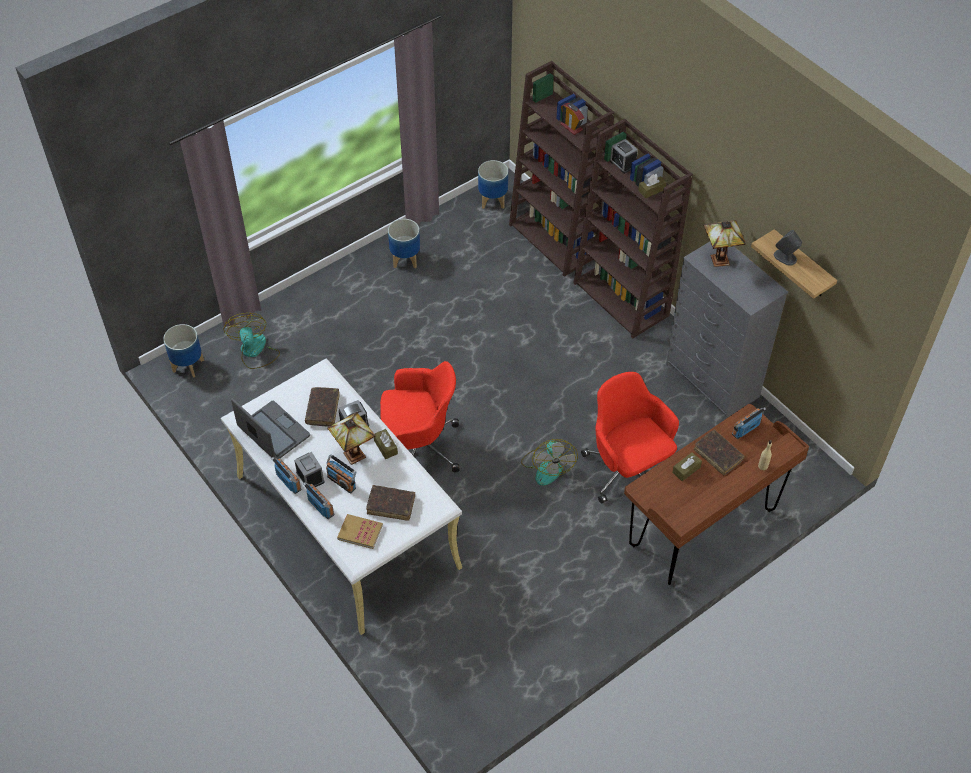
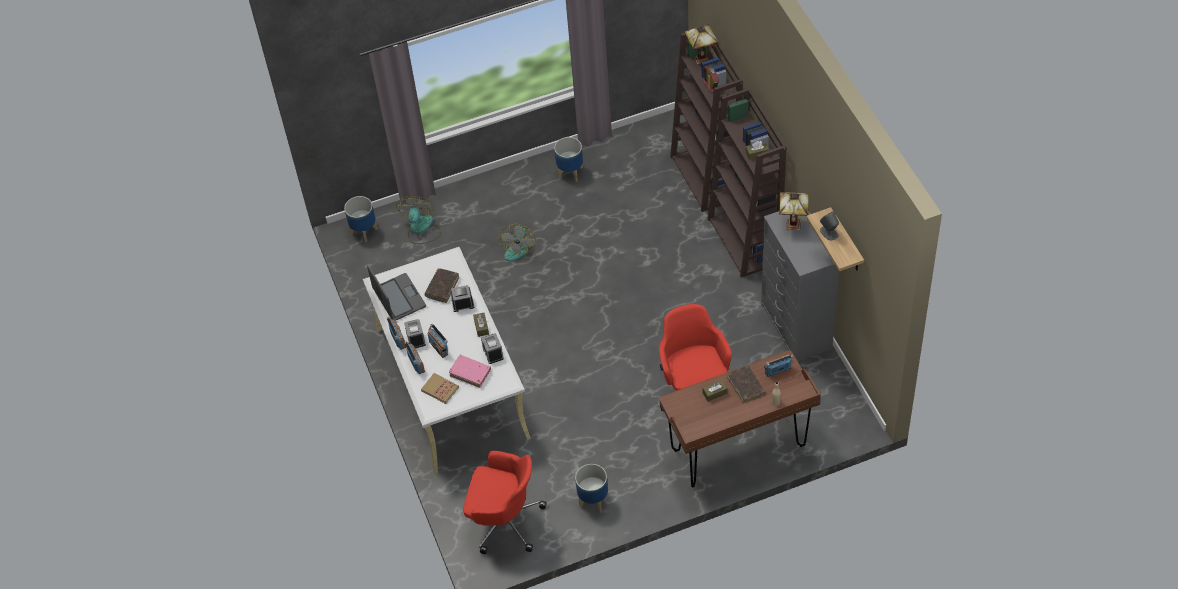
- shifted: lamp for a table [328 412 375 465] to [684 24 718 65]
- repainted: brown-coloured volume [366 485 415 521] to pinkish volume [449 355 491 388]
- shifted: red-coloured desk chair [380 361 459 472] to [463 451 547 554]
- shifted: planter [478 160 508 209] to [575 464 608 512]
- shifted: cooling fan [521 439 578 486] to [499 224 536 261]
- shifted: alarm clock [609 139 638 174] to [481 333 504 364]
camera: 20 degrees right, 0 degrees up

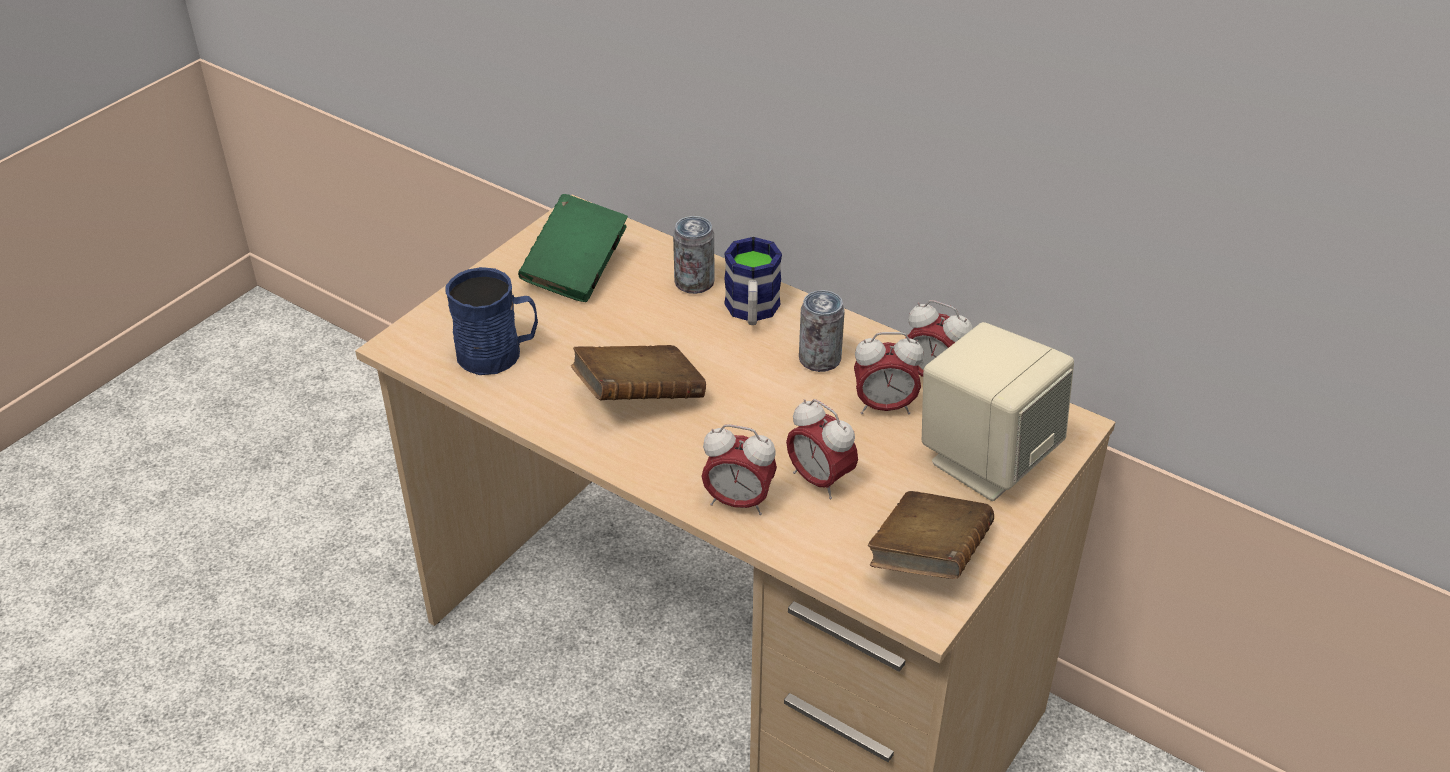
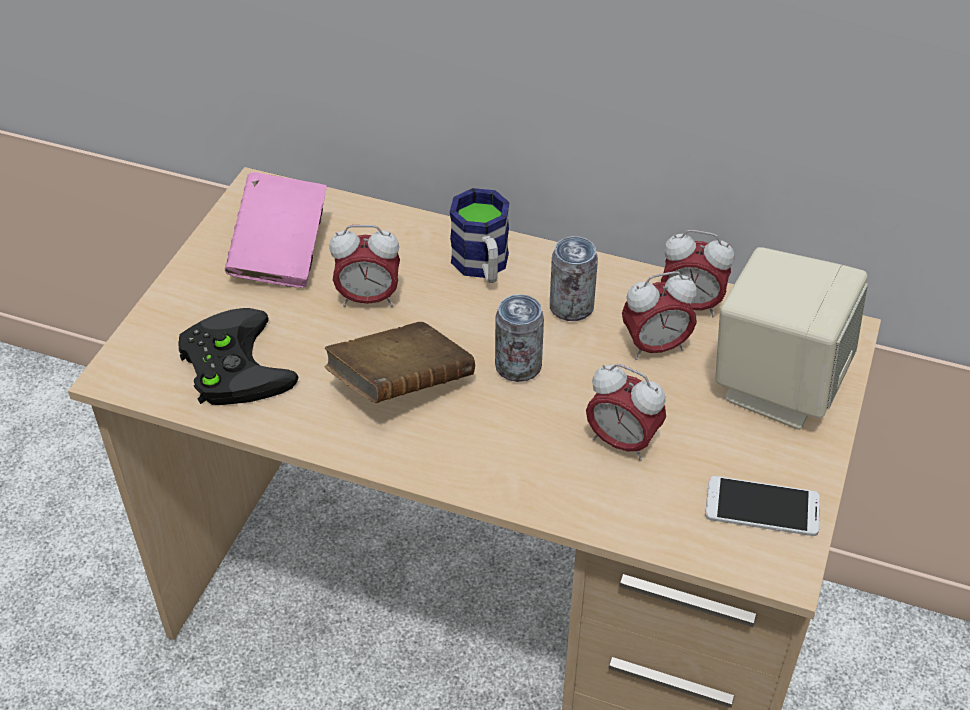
- swapped: blue coffee mug [445 267 538 375] to blackish joypad [178 308 298 405]
- repainted: greenish volume [518 194 628 302] to pinkish volume [225 172 327 288]
- shifted: sealed can [673 216 715 294] to [495 294 544 382]
- shifted: alarm clock [701 424 777 515] to [329 225 400 307]
- swapped: brown-coloured volume [868 491 994 579] to phone [705 476 820 536]
camera: 15 degrees left, 5 degrees up

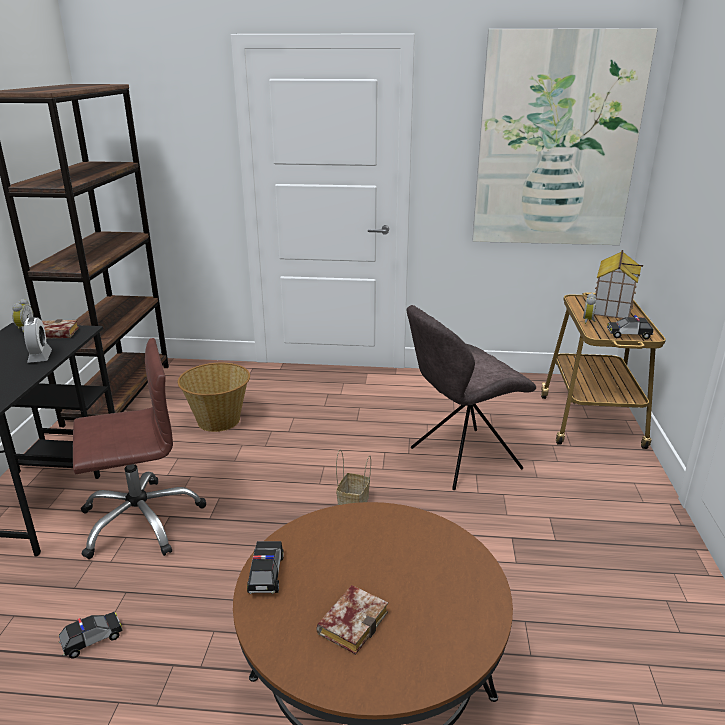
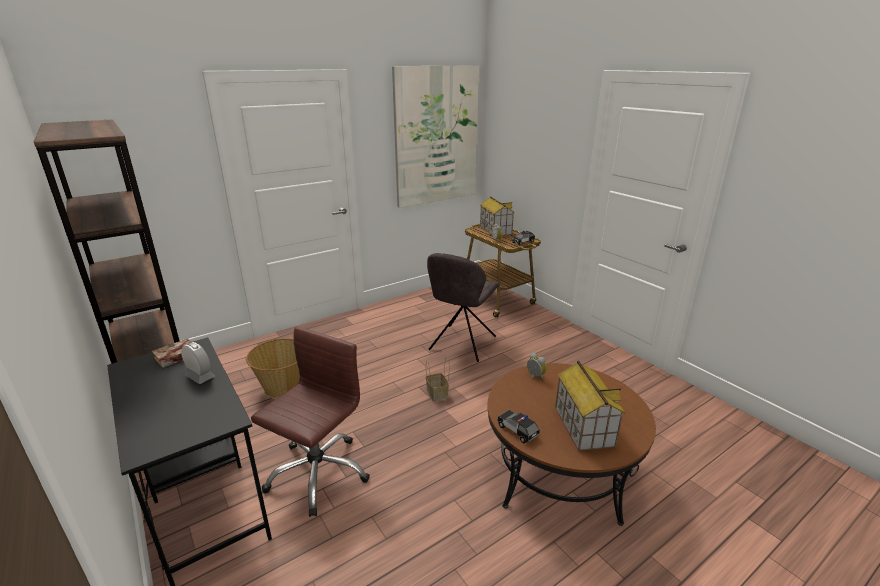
- shifted: alarm clock [12 299 34 332] to [527 353 547 379]
- gone: model car [59 612 123 659]
- swapped: volume [317 585 388 655] to miniature house [555 361 625 451]
camera: 40 degrees left, 0 degrees up

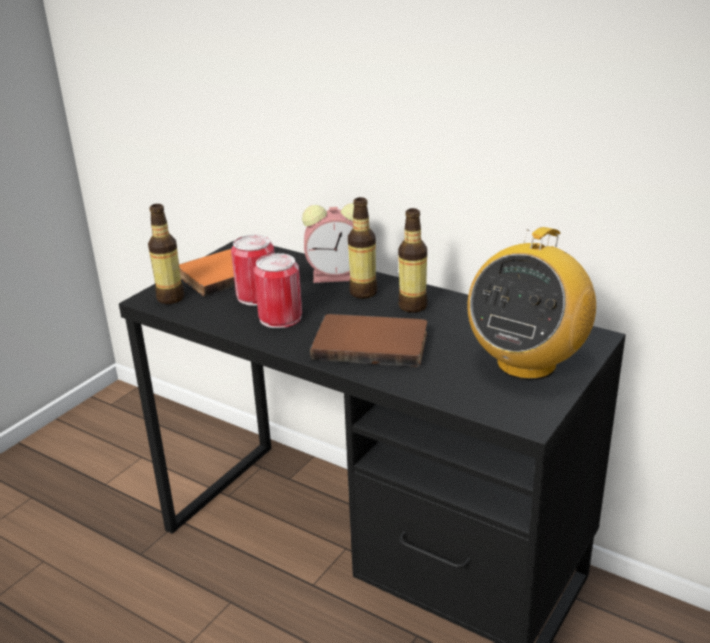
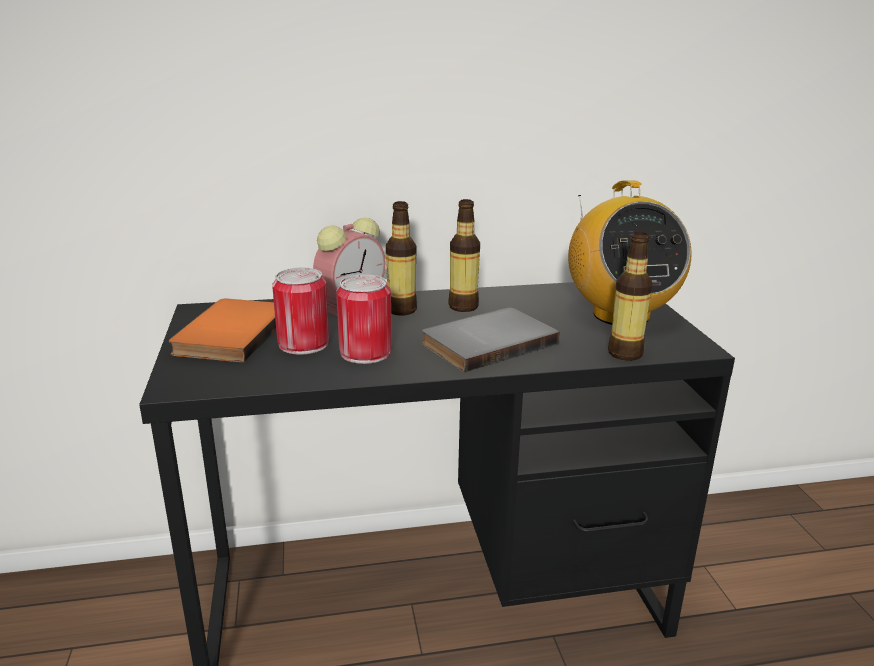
- shifted: bottle [148 204 184 304] to [608 232 653 361]
- repainted: brown-coloured volume [310 314 427 367] to greyish volume [422 307 560 372]
camera: 45 degrees left, 5 degrees down

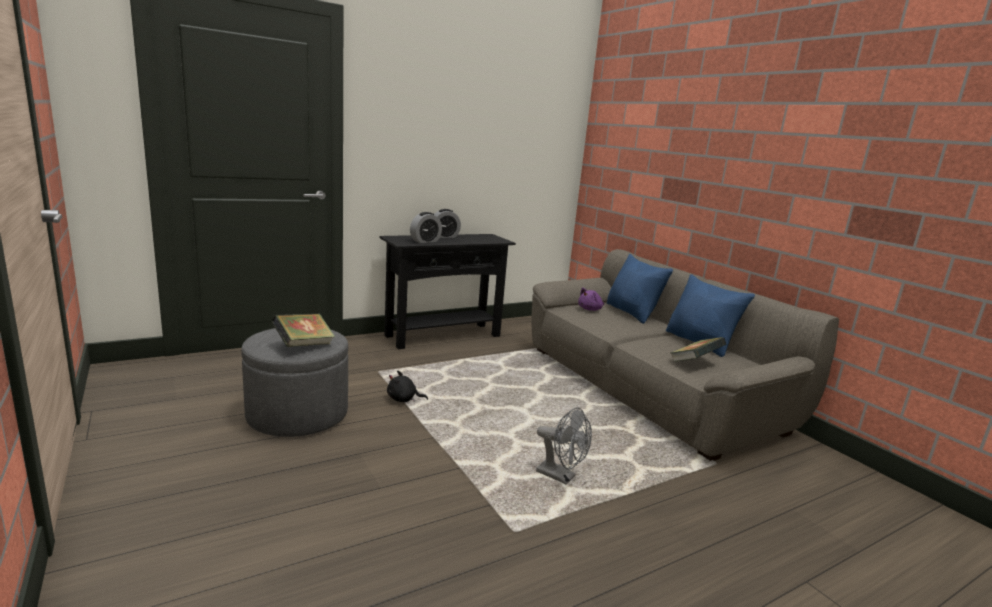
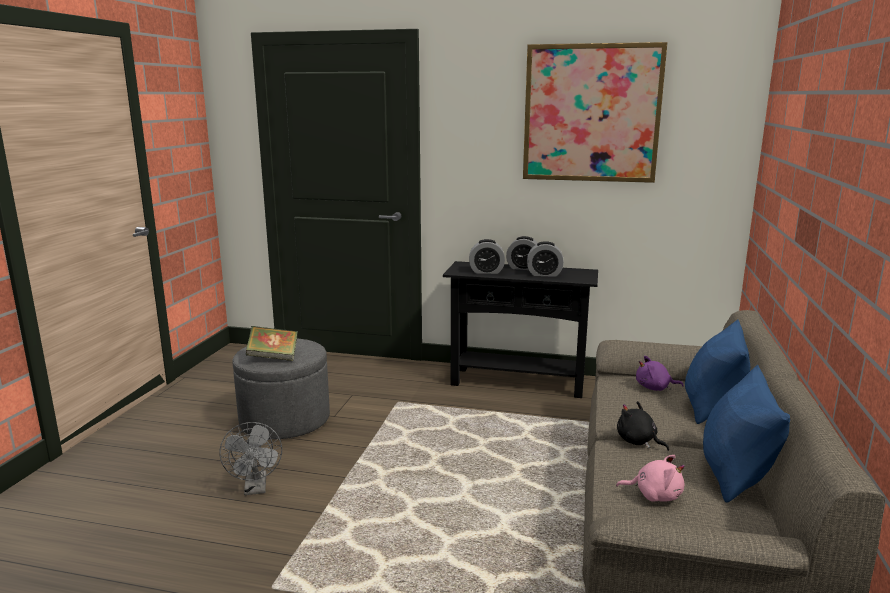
- shifted: blackish plush toy [387 371 428 402] to [617 401 669 451]
- shifted: greyish cooling fan [536 407 592 484] to [219 422 282 495]
- swapped: volume [671 337 727 362] to pinkish plush toy [616 455 685 502]
- new: wall art [523 42 668 183]
- new: alarm clock [527 241 564 277]
camera: 45 degrees right, 0 degrees up

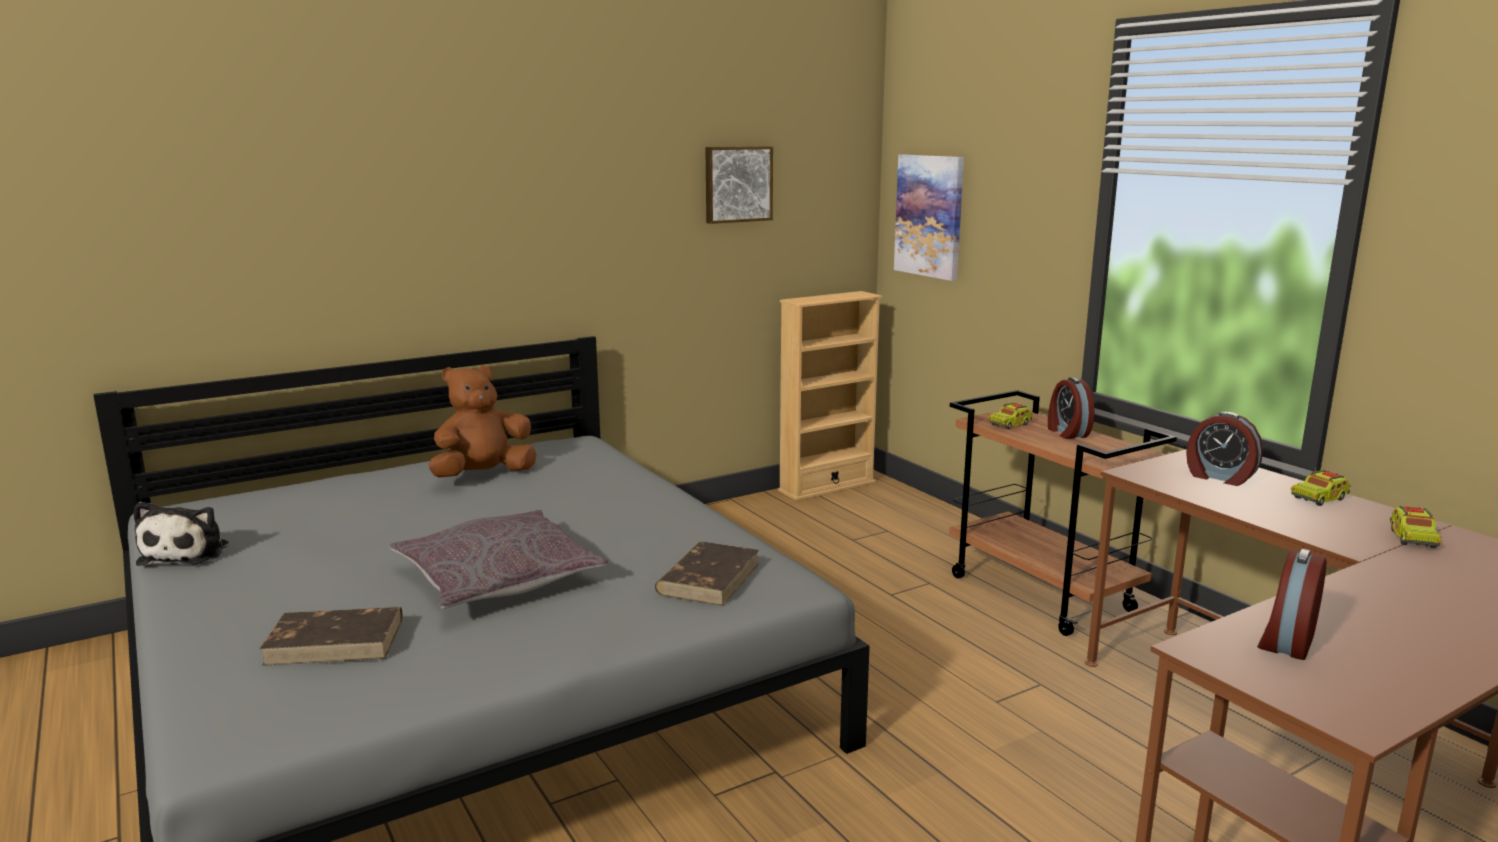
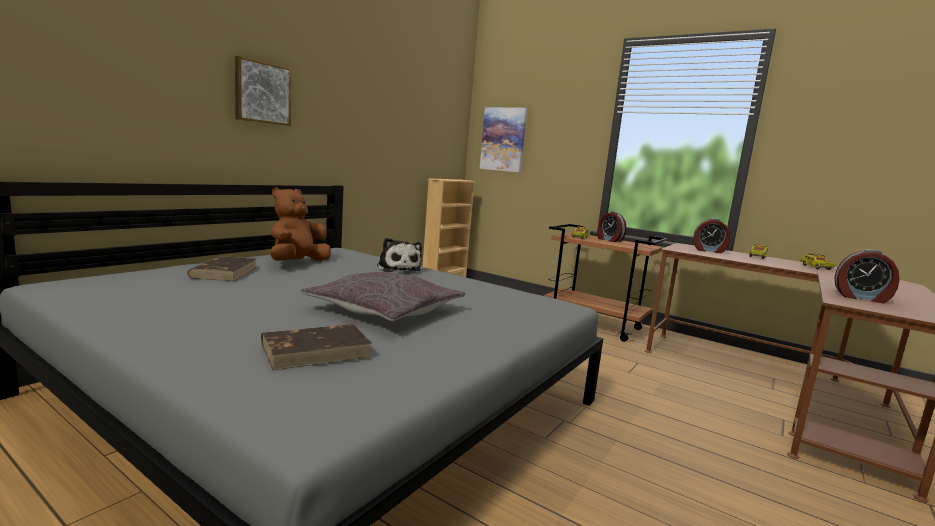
- shifted: plush toy [133 501 229 566] to [377 238 422 272]
- shifted: brown-coloured volume [655 542 759 606] to [187 256 257 281]
- shifted: wall art [705 146 773 224] to [235 56 292 126]
- rotated: alarm clock [1257 549 1327 660] = [834 249 900 303] 75 degrees counterclockwise
camera: 25 degrees left, 5 degrees down

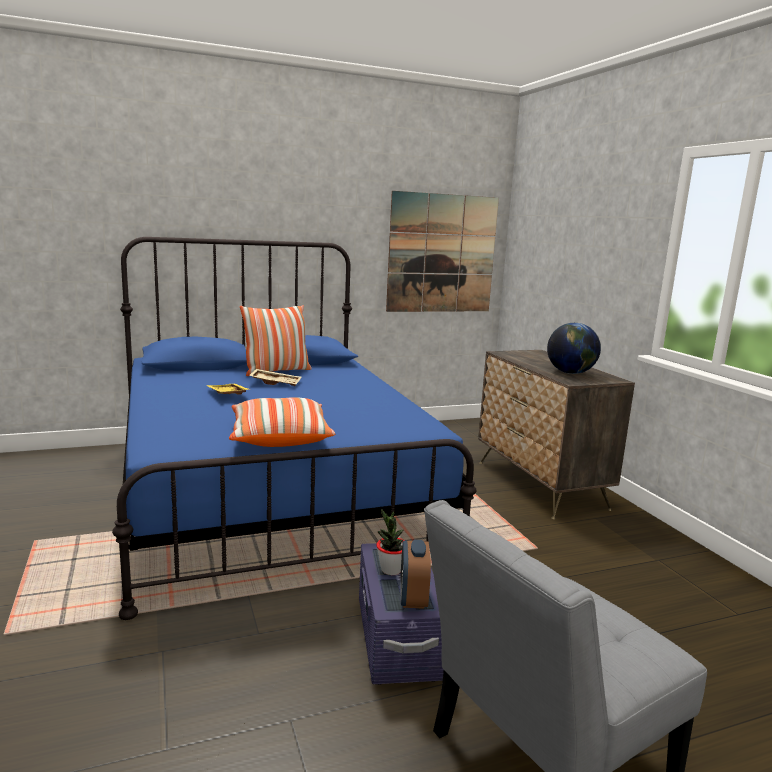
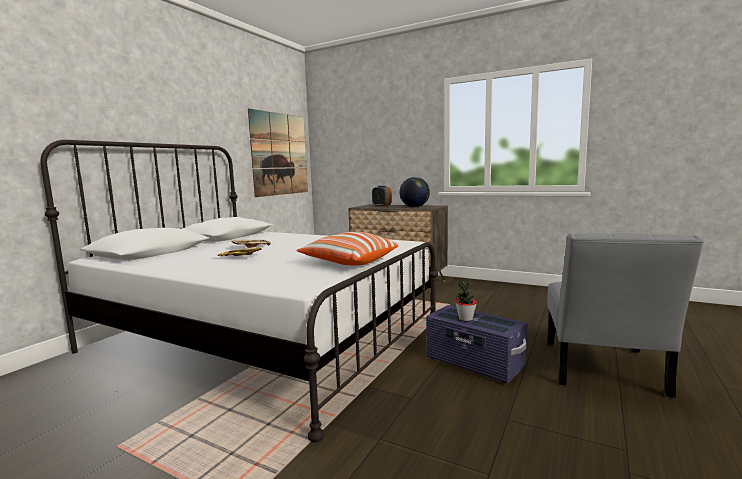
- repainted: blue bed [112 237 476 620] to white-coloured bed [40 140 438 442]
- gone: cushion [240 305 312 376]
- shifted: alarm clock [400 540 431 609] to [372 186 392 207]
camera: 40 degrees left, 5 degrees down

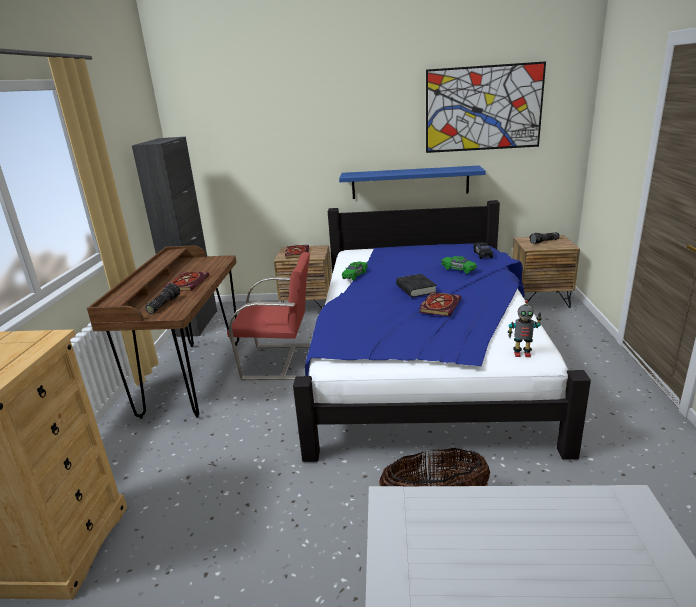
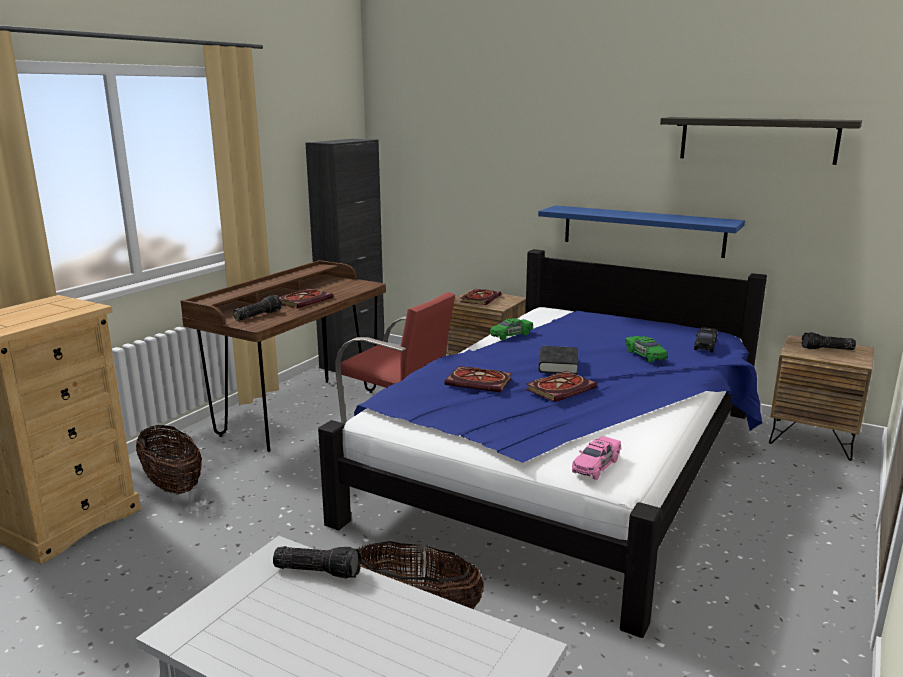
- swapped: wall art [426 61 546 153] to bracket shelf [660 117 862 165]
- swapped: robot figure [508 300 542 357] to pinkish model car [572 436 621 480]
- new: basket [136 425 202 495]
- new: hand torch [273 546 361 579]
- new: volume [445 366 512 393]
camera: 25 degrees right, 5 degrees down

